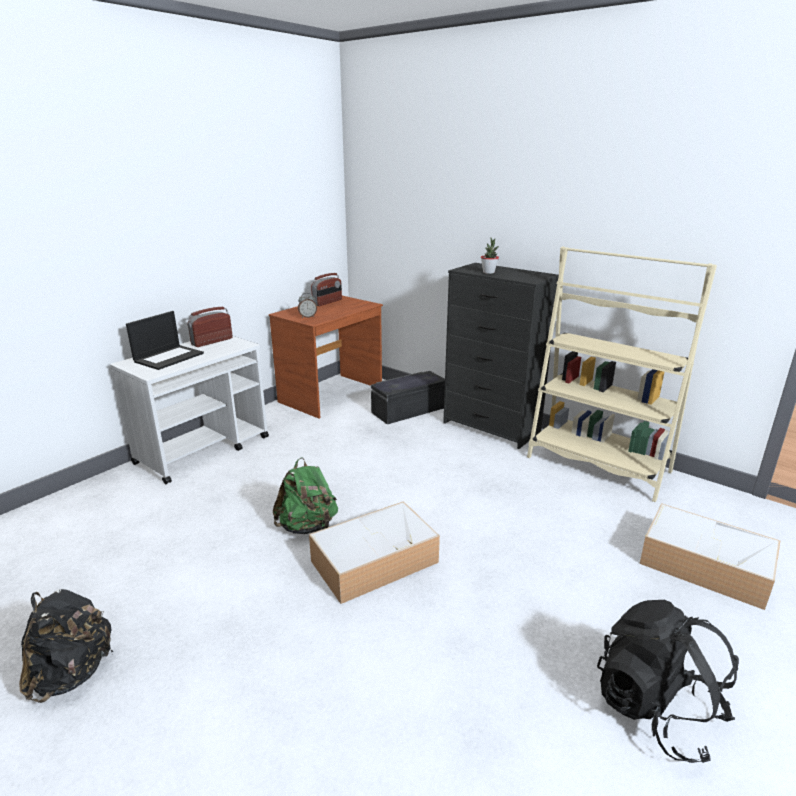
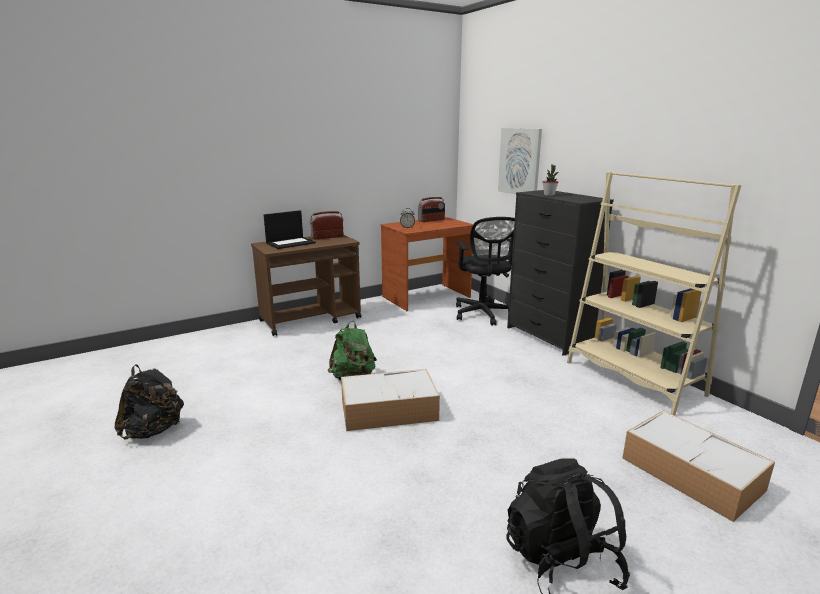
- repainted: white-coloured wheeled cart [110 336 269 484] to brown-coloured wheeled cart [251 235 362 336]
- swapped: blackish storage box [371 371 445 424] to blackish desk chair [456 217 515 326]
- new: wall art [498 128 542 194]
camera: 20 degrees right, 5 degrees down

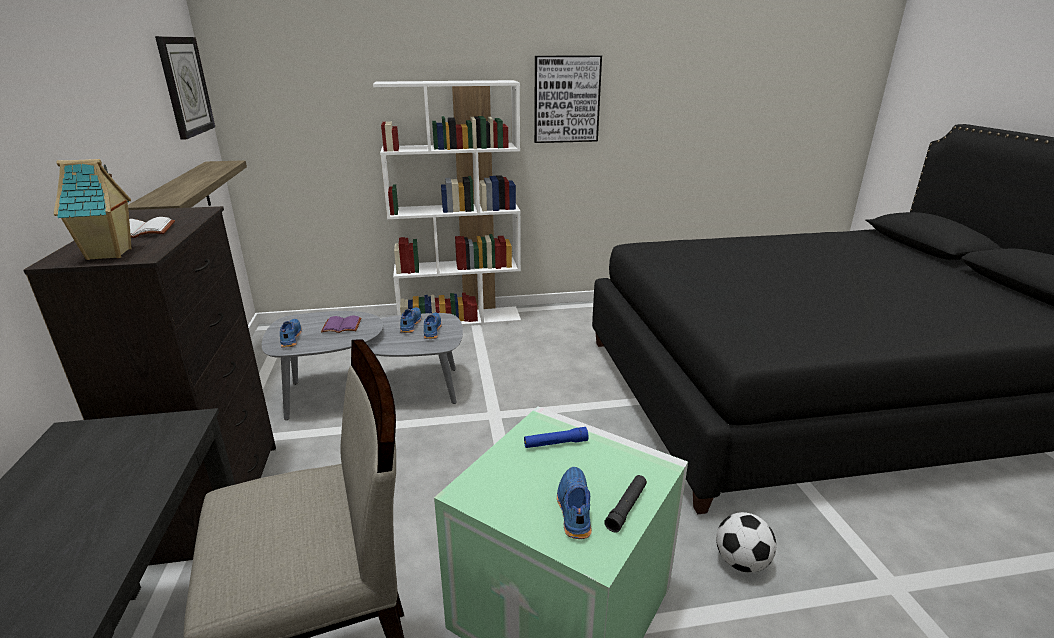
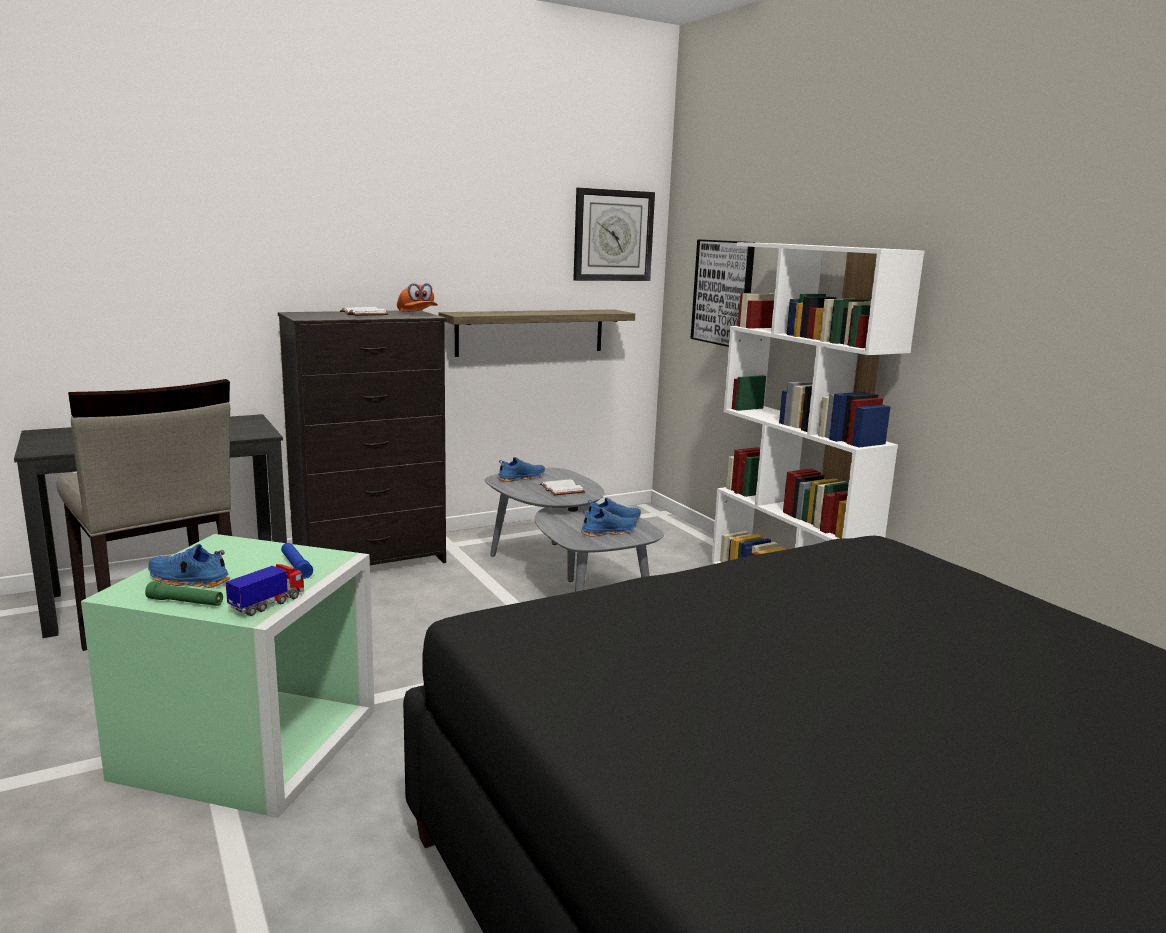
- gone: miniature house [54 159 132 260]
- repainted: purple-coloured volume [321 315 361 333] to white-coloured volume [540 479 585 495]
- shifted: wall art [534 55 602 143] to [690 239 755 347]
- rotated: blue shoe [557 467 592 539] = [148 544 230 588] 150 degrees counterclockwise
- repainted: blackish hand torch [604 475 647 533] to greenish hand torch [145 582 223 606]
- gone: football [716 512 776 573]
- new: toy lorry [226 564 304 616]
- new: orange-coloured peaked cap [397 283 438 312]
camera: 70 degrees right, 10 degrees down

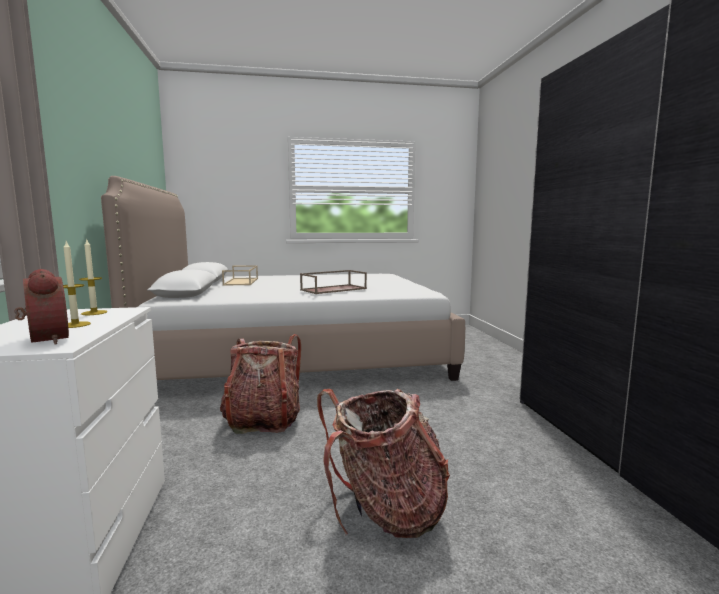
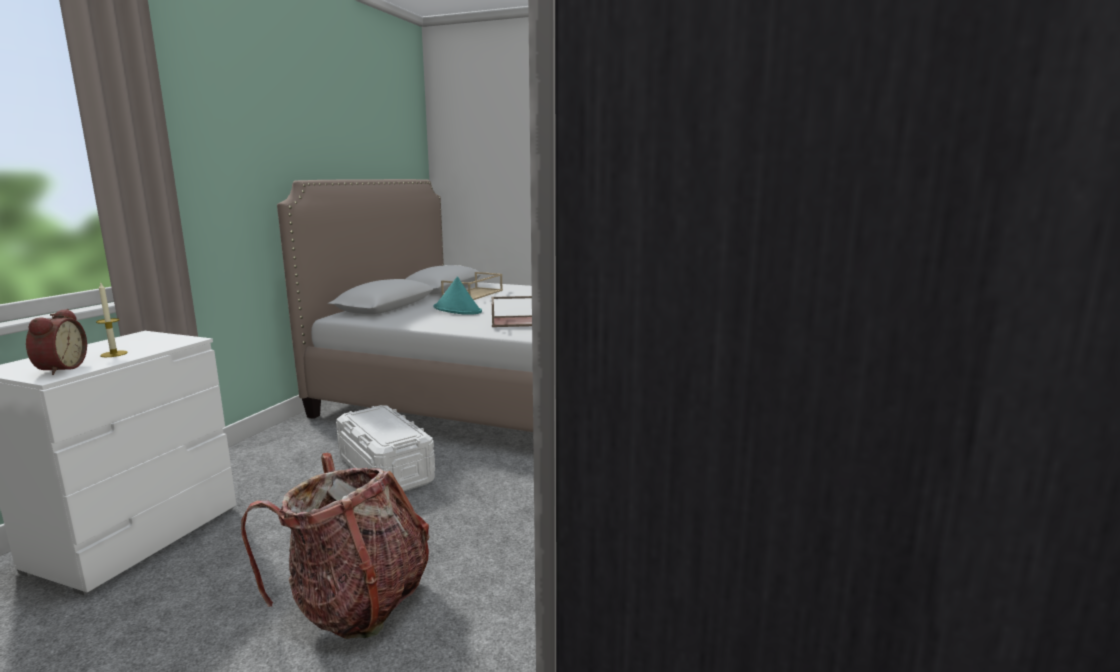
- gone: wax light [79 240 108 315]
- swapped: rucksack [220 334 301 434] to white-coloured storage box [336 405 435 491]
- new: turquoise clothing hat [433 277 482 315]
camera: 30 degrees right, 5 degrees up

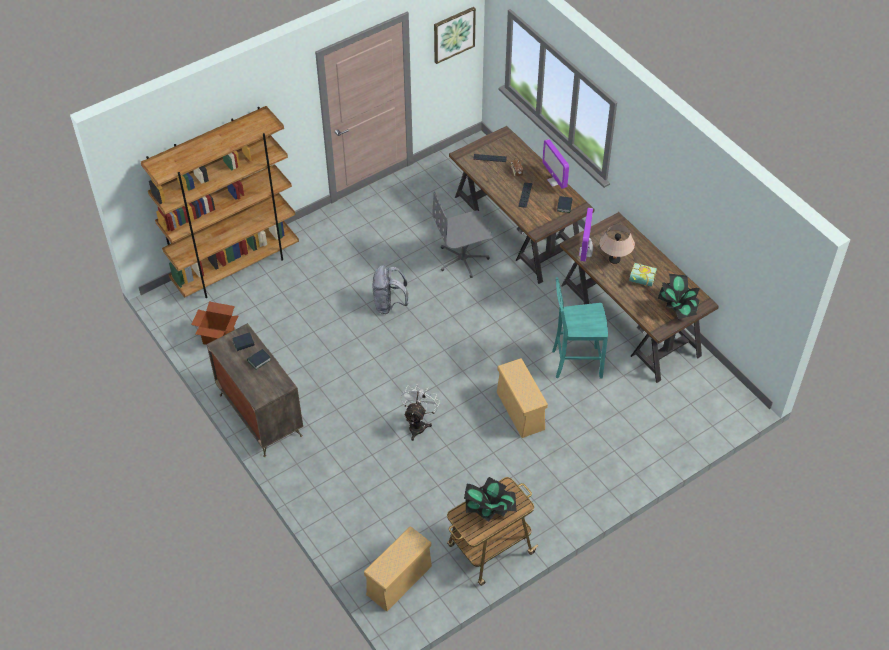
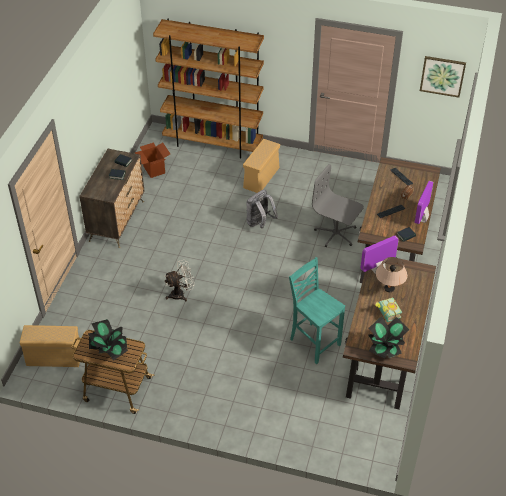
- shifted: sand-coloured storage box [497 358 548 438] to [243 139 280 193]
camera: 50 degrees right, 5 degrees down

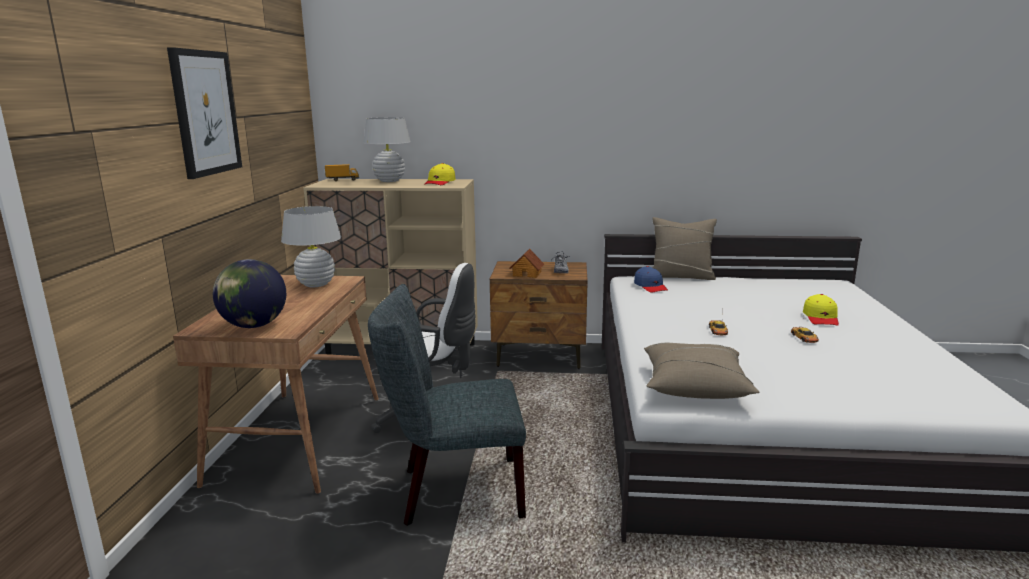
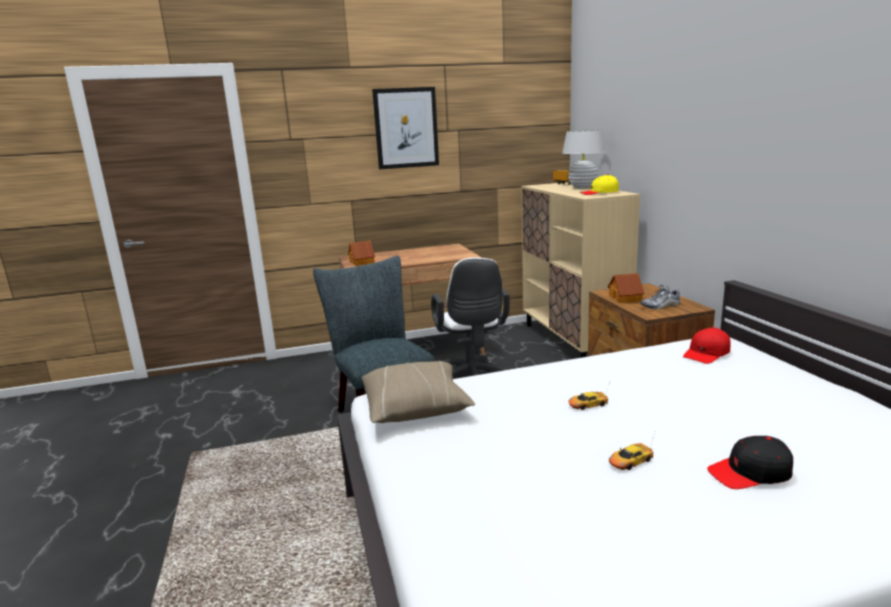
- swapped: world globe [213 259 286 328] to miniature house [348 240 375 266]
- gone: white-coloured lamp for a table [281 206 341 287]
- repainted: blue peaked cap [634 266 668 293] to red-coloured peaked cap [683 327 731 364]
- gone: sand-coloured cushion [652 217 717 280]
- repainted: yellow peaked cap [803 294 839 326] to blackish peaked cap [707 436 793 489]
camera: 70 degrees right, 0 degrees up

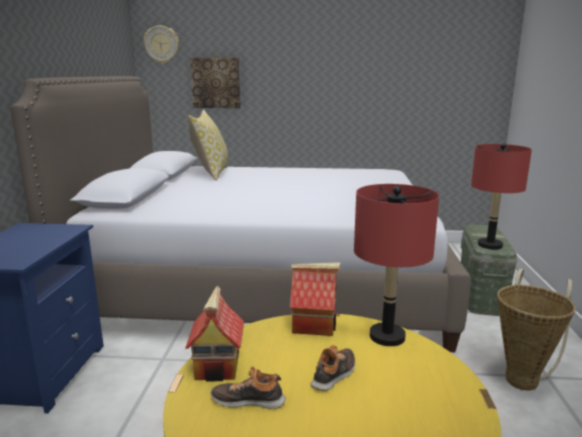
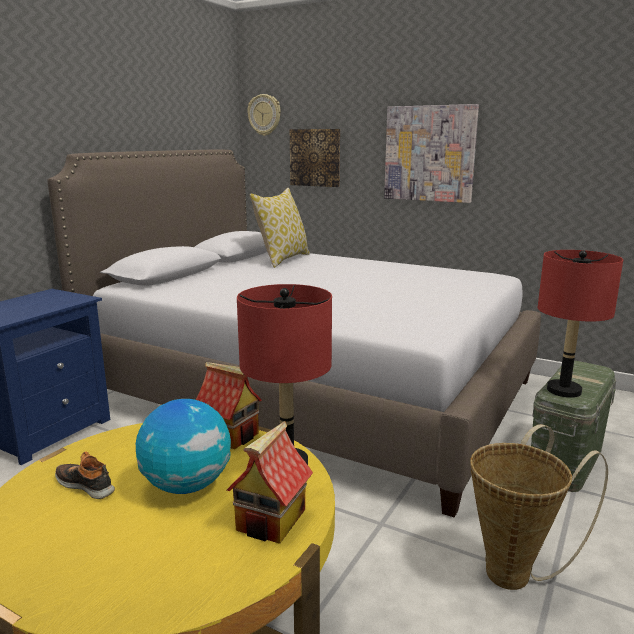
- shifted: miniature house [185 285 244 382] to [227 421 313 544]
- swapped: shoe [311 345 355 391] to world globe [136 399 231 494]
- new: wall art [384 104 479 203]
camera: 25 degrees right, 0 degrees up

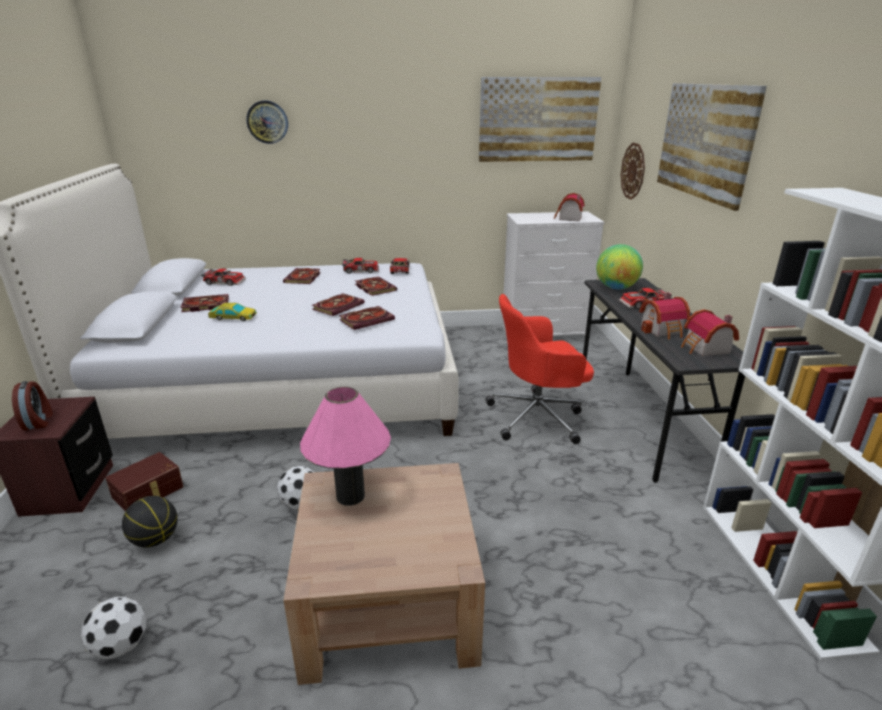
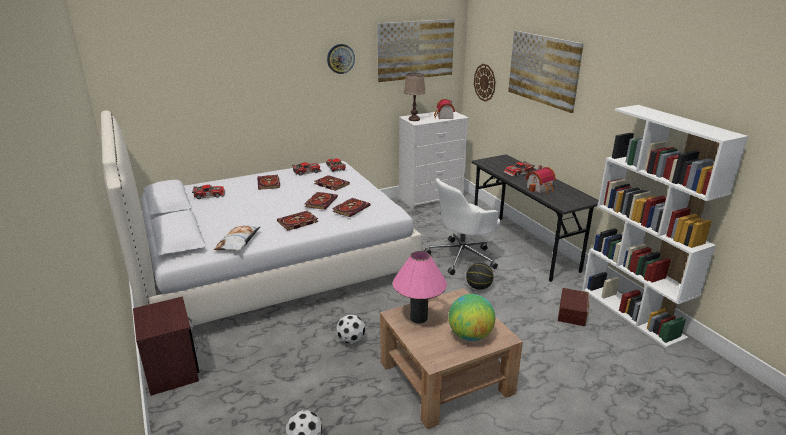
- gone: alarm clock [12 381 53 431]
- shifted: brown-coloured storage box [106 452 184 511] to [558 288 589 326]
- shifted: basketball ball [122 496 178 547] to [466 263 494 290]
- shifted: volume [181 294 229 312] to [277 211 318 230]
- gone: model car [208 303 257 321]
- shifted: clock on the wall [246 101 288 144] to [327 44 355 74]
- repainted: red-coloured desk chair [485 294 594 444] to white-coloured desk chair [424 178 500 275]
- shifted: world globe [596 244 643 289] to [448 294 495 341]
- gone: miniature house [681 309 739 356]
- new: cushion [213 225 260 251]
- new: brown-coloured lamp for a table [404 73 426 121]
camera: 20 degrees left, 0 degrees up

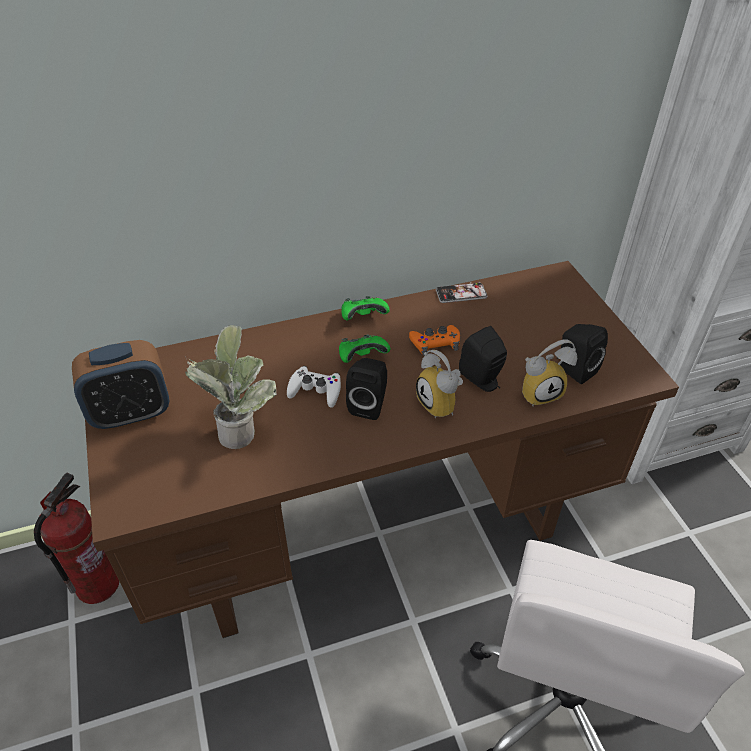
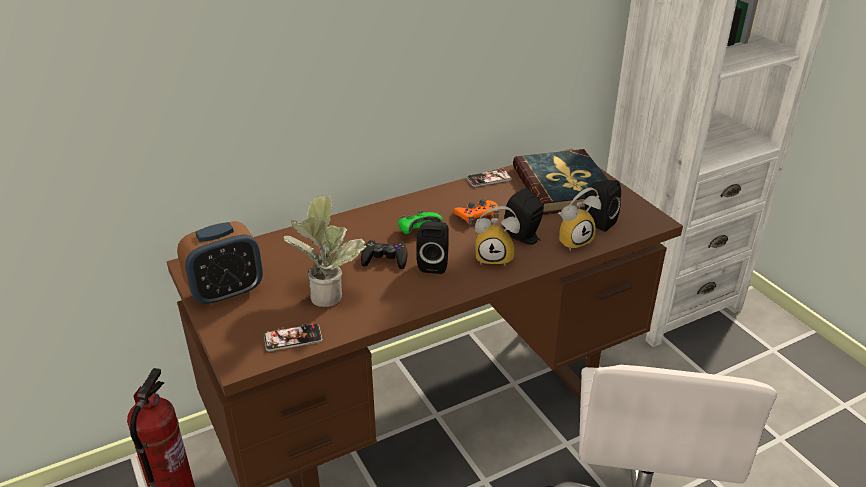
- repainted: white-coloured joypad [287 366 341 408] to blackish joypad [361 240 408 269]
- gone: greenish joypad [341 296 390 320]
- rotated: alarm clock [416 350 463 419] = [475 206 520 266] 45 degrees counterclockwise
- new: phone [264 323 322 351]
- new: volume [513 149 608 215]
camera: 10 degrees left, 10 degrees down

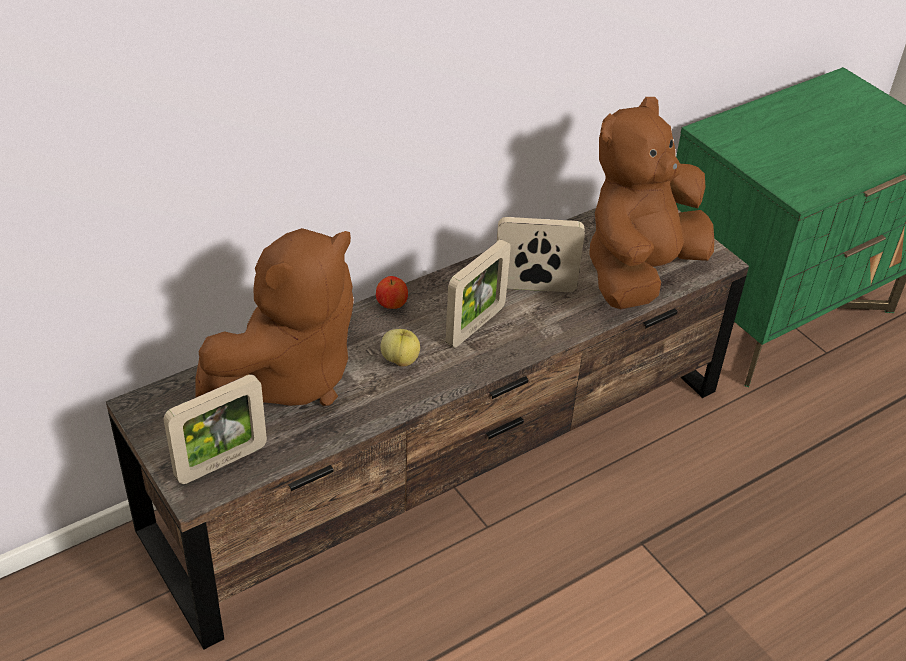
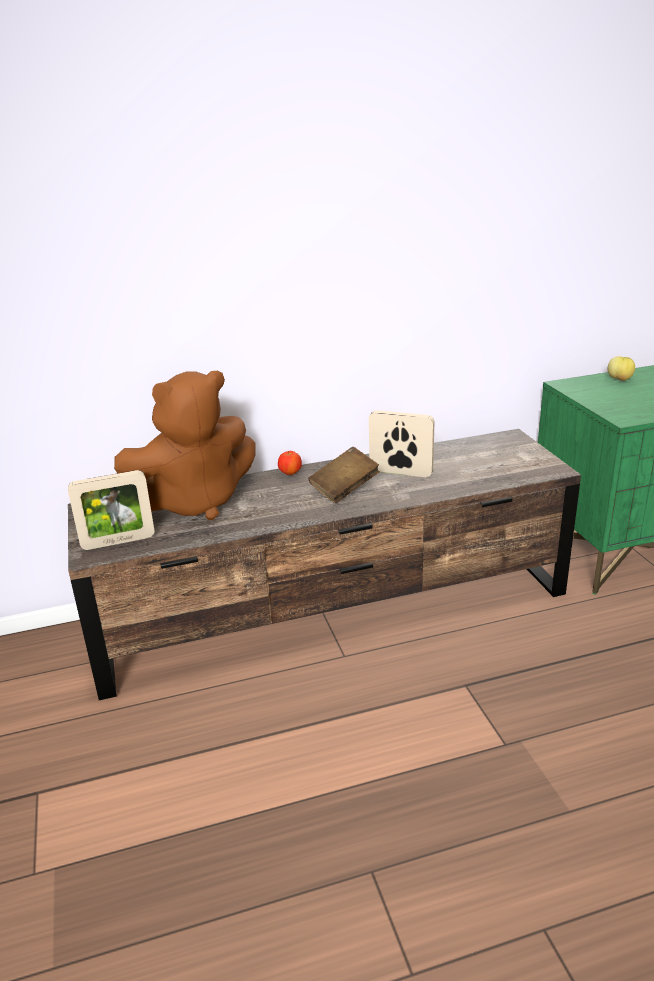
- shifted: whole apple [381 329 420 367] to [608 356 635 381]
- swapped: picture frame [446 239 511 348] to brown-coloured volume [308 447 380 503]
- gone: brown-coloured plush toy [589 97 714 309]
camera: 20 degrees right, 15 degrees down

